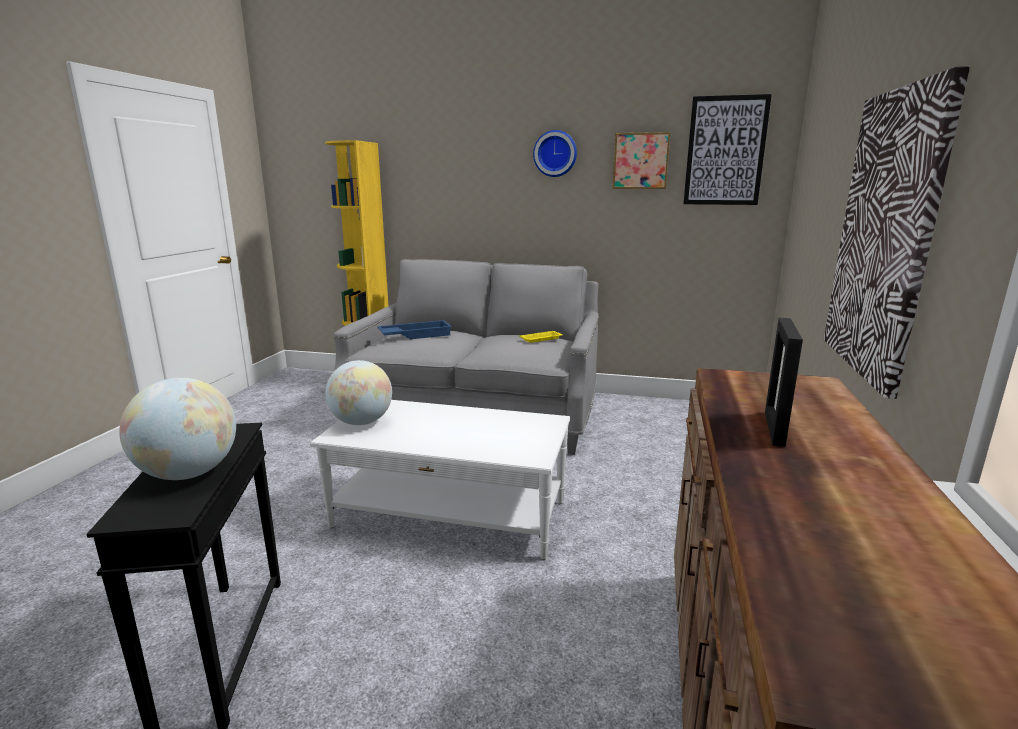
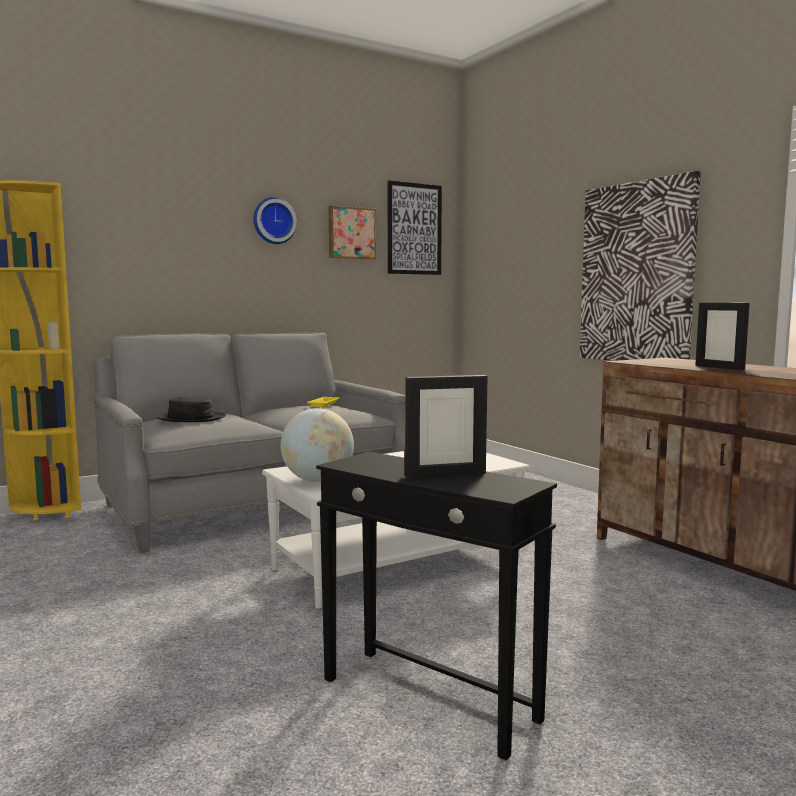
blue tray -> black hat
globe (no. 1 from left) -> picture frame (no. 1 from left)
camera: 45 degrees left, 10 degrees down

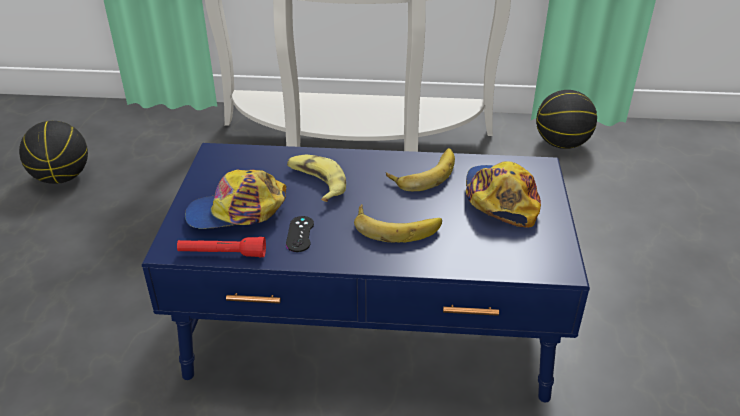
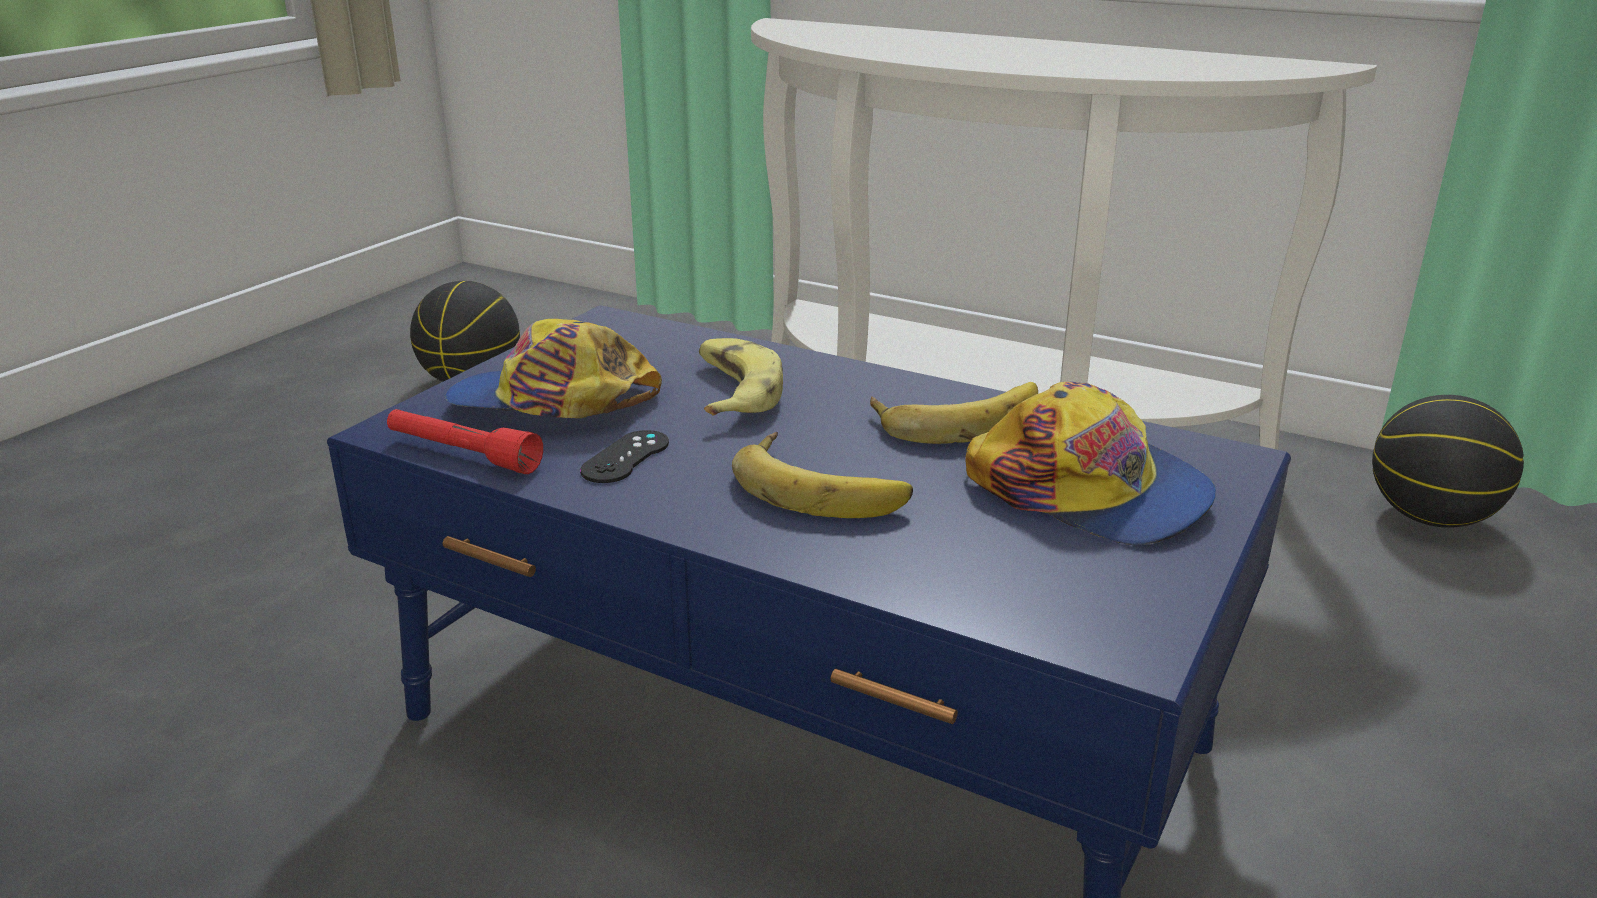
cap (no. 2 from left), 105 degrees clockwise
camera: 25 degrees right, 10 degrees down

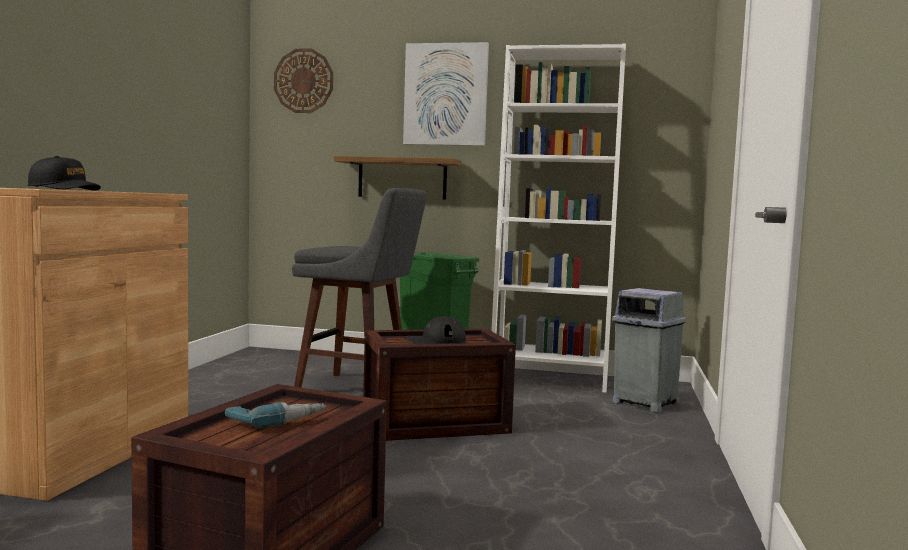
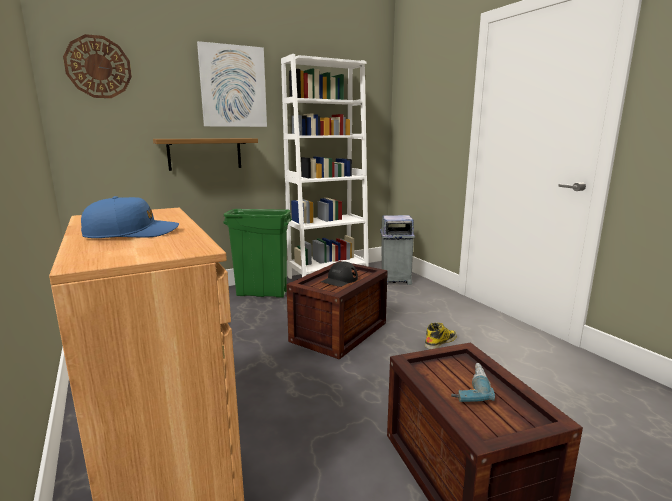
black cap (no. 1 from left) -> blue cap
none -> boot
grey stool -> none
camera: 40 degrees left, 10 degrees up

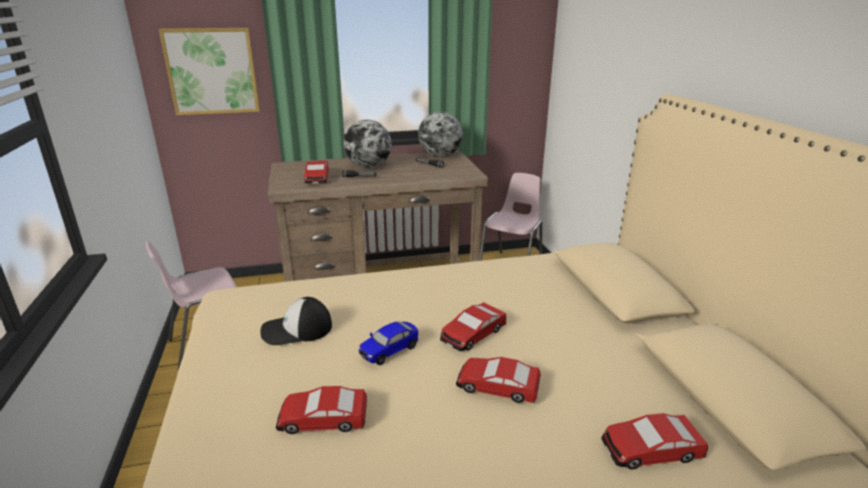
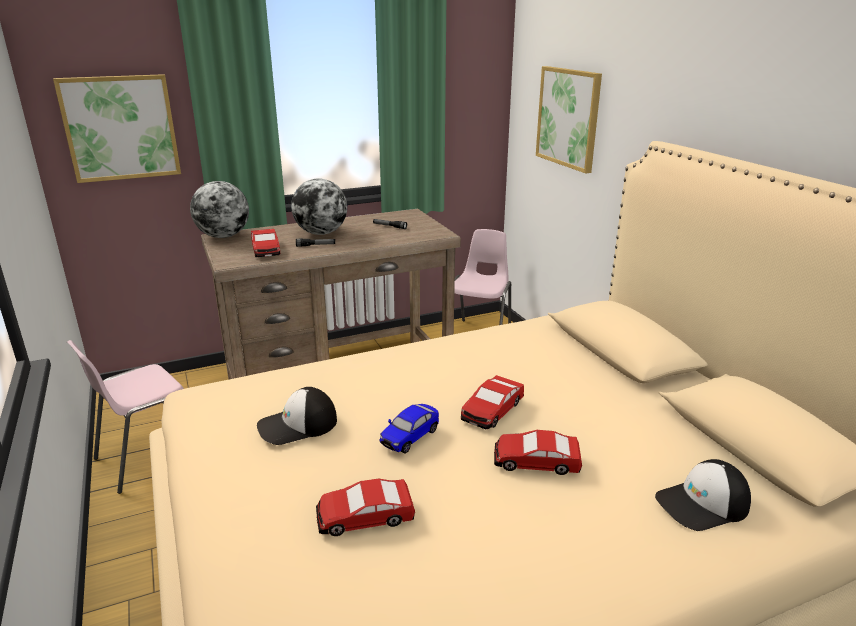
globe (no. 2 from left in the first image) -> globe (no. 1 from left), shifted
none -> picture (no. 2 from left)
toy car (no. 6 from left) -> cap (no. 2 from left)
camera: 10 degrees left, 0 degrees up

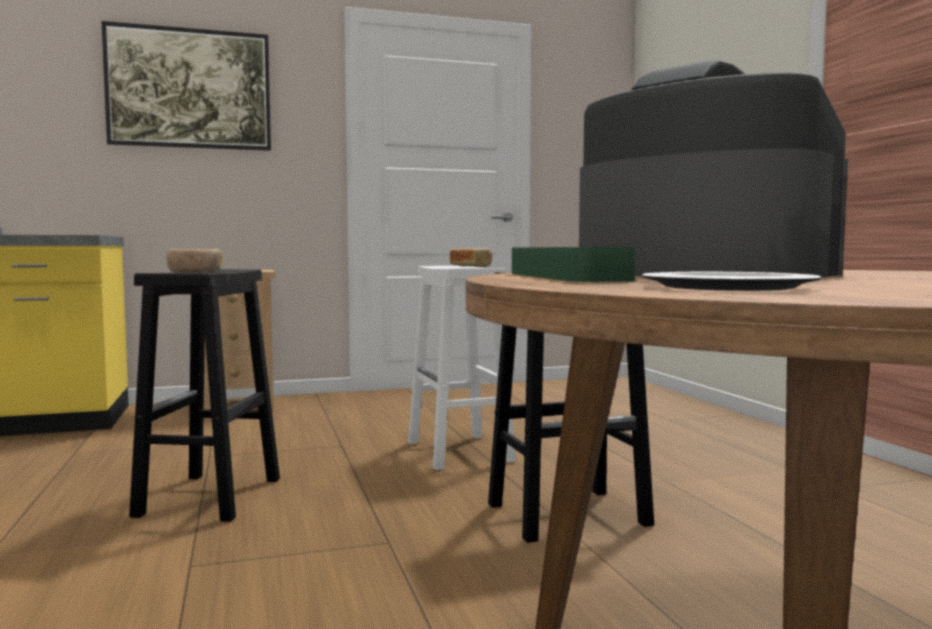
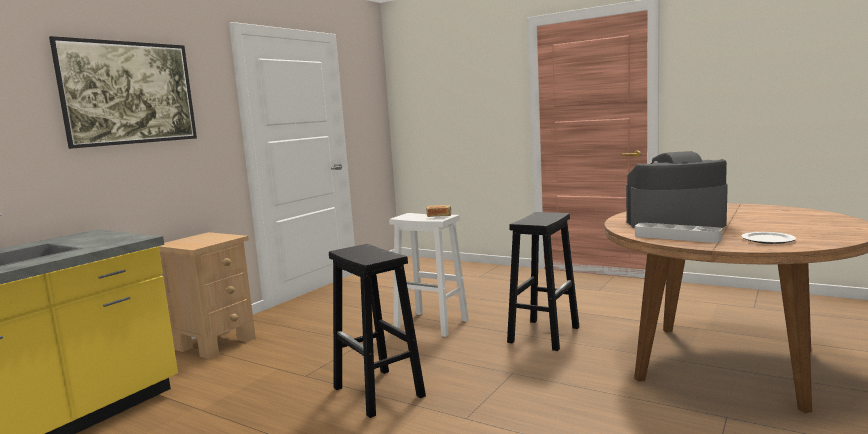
green tray -> grey tray
bread (no. 1 from left) -> none
camera: 40 degrees left, 5 degrees up

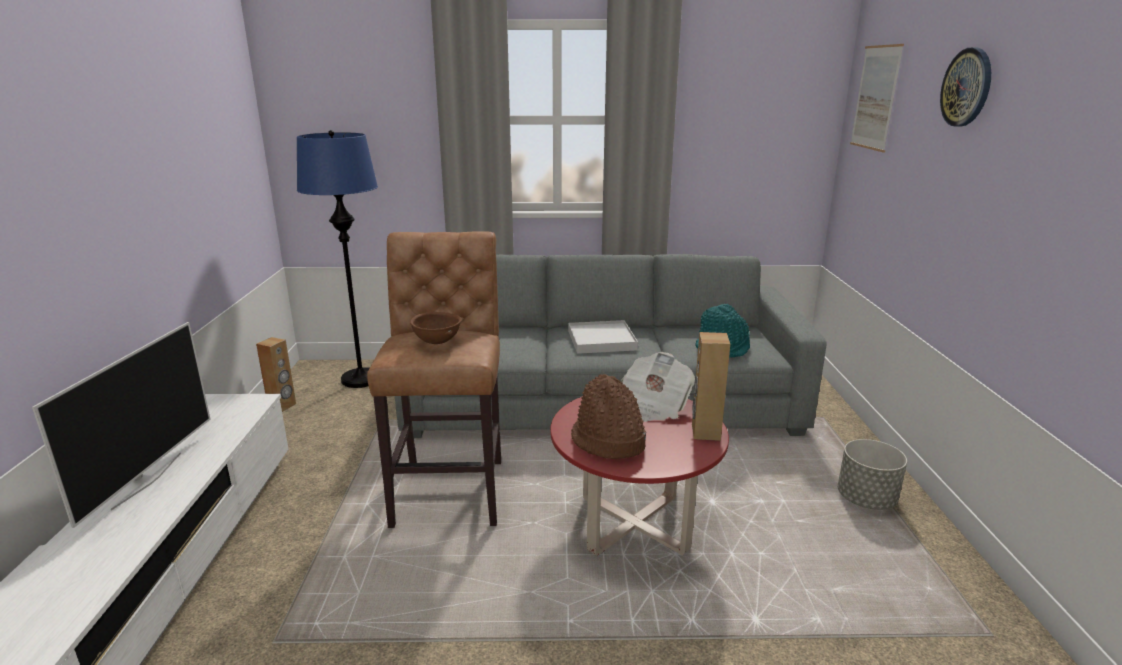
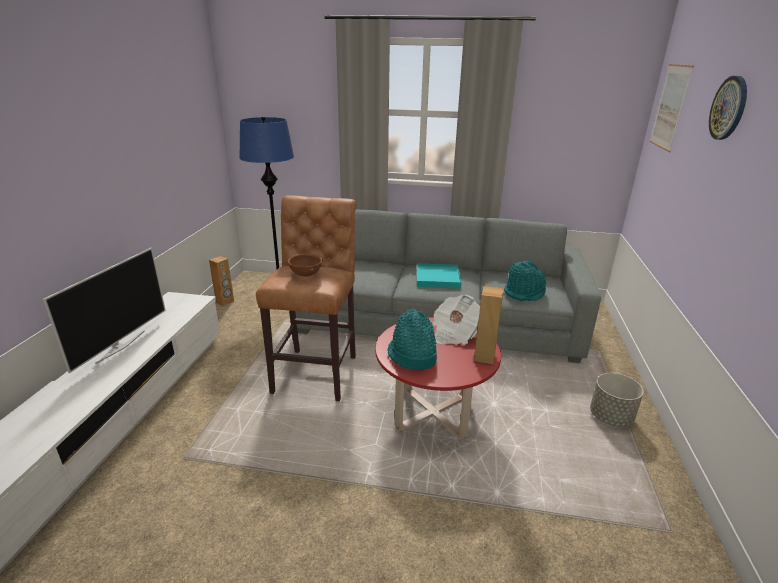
brown hat -> turquoise hat (no. 1 from left)
white tray -> turquoise tray
camera: 10 degrees right, 5 degrees up

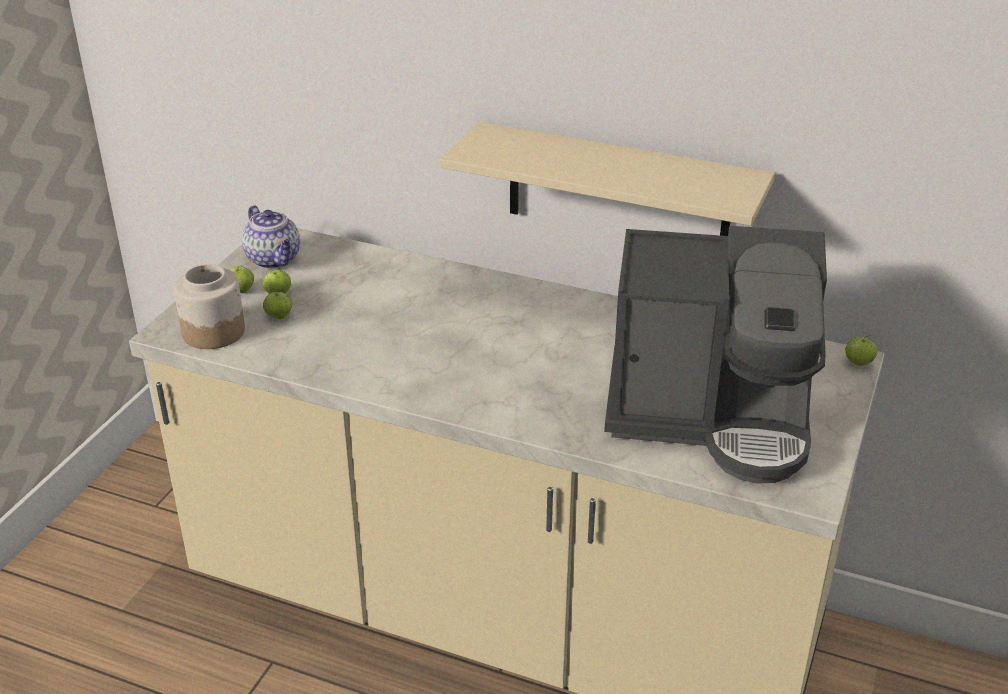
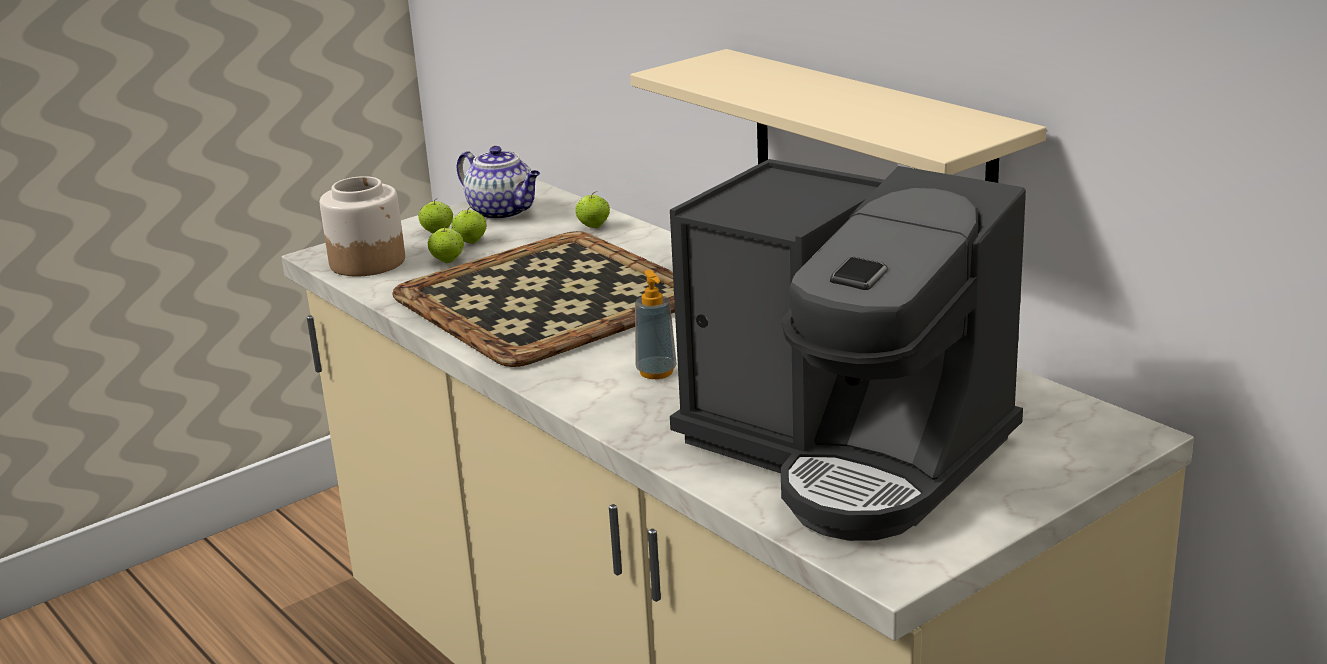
none -> tray
teapot, 45 degrees counterclockwise
apple (no. 4 from left), shifted
none -> soap dispenser
camera: 30 degrees right, 10 degrees down

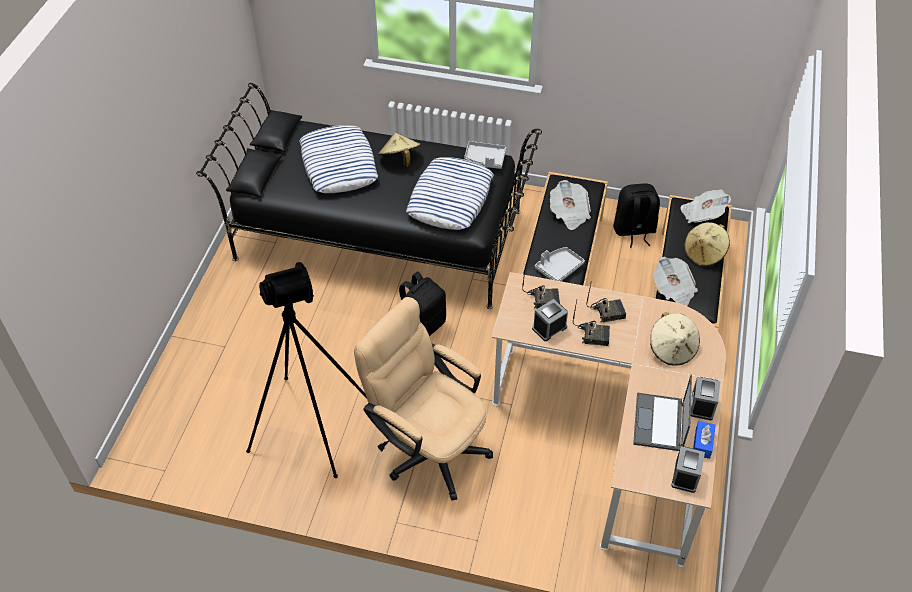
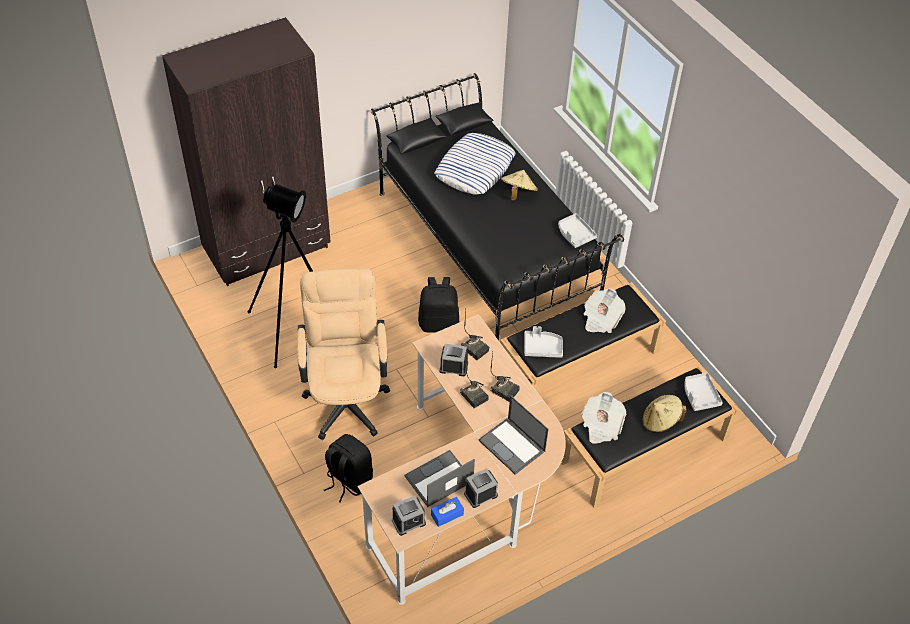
none -> brown wardrobe
black backpack (no. 2 from left in the first image) -> black backpack (no. 1 from left), shifted
beige hat (no. 2 from left) -> laptop (no. 2 from left)
newspaper (no. 3 from left) -> grey tray (no. 3 from left)
pillow (no. 2 from left) -> none
camera: 45 degrees right, 0 degrees up

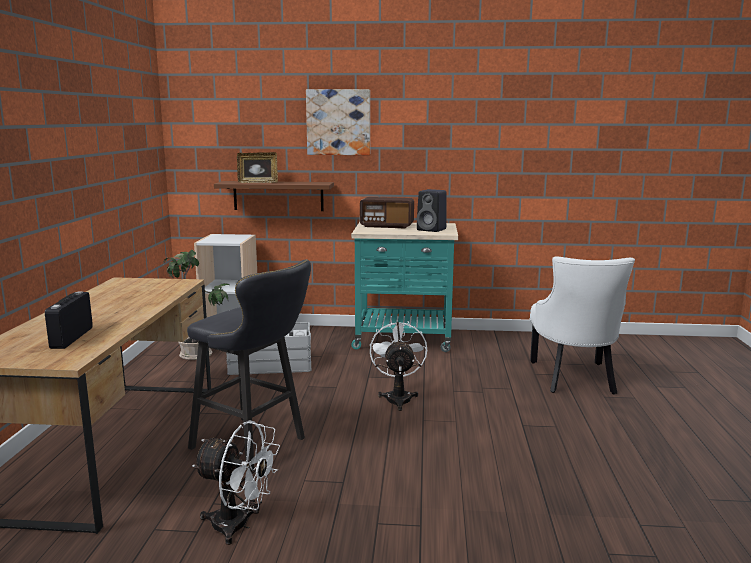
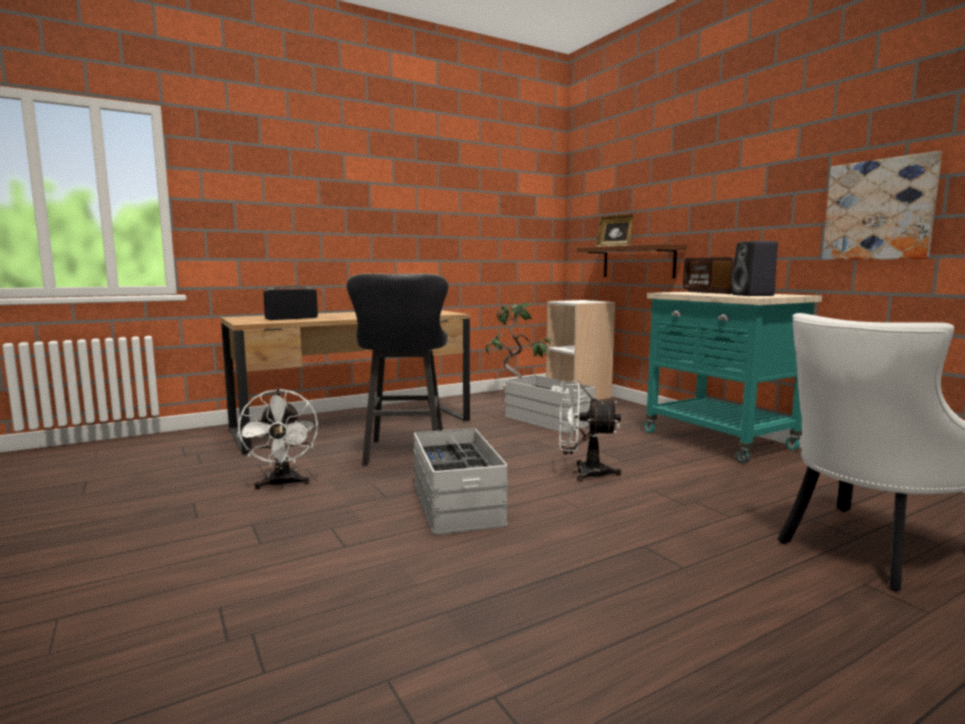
none -> grey storage box (no. 1 from left)
white fan (no. 2 from left), 135 degrees counterclockwise
picture, shifted
camera: 55 degrees right, 5 degrees down

